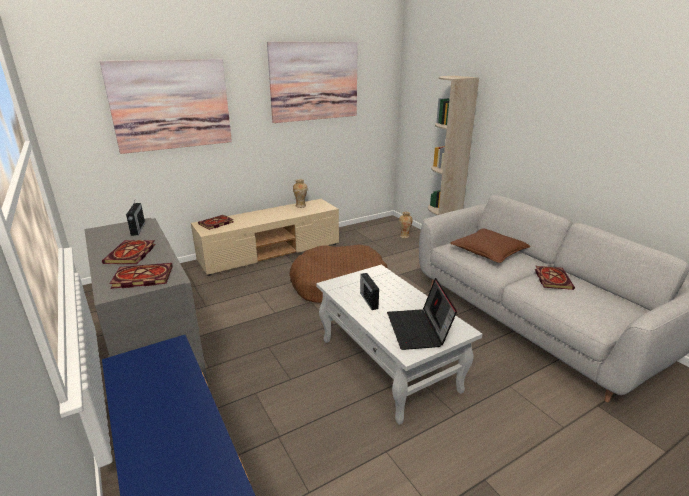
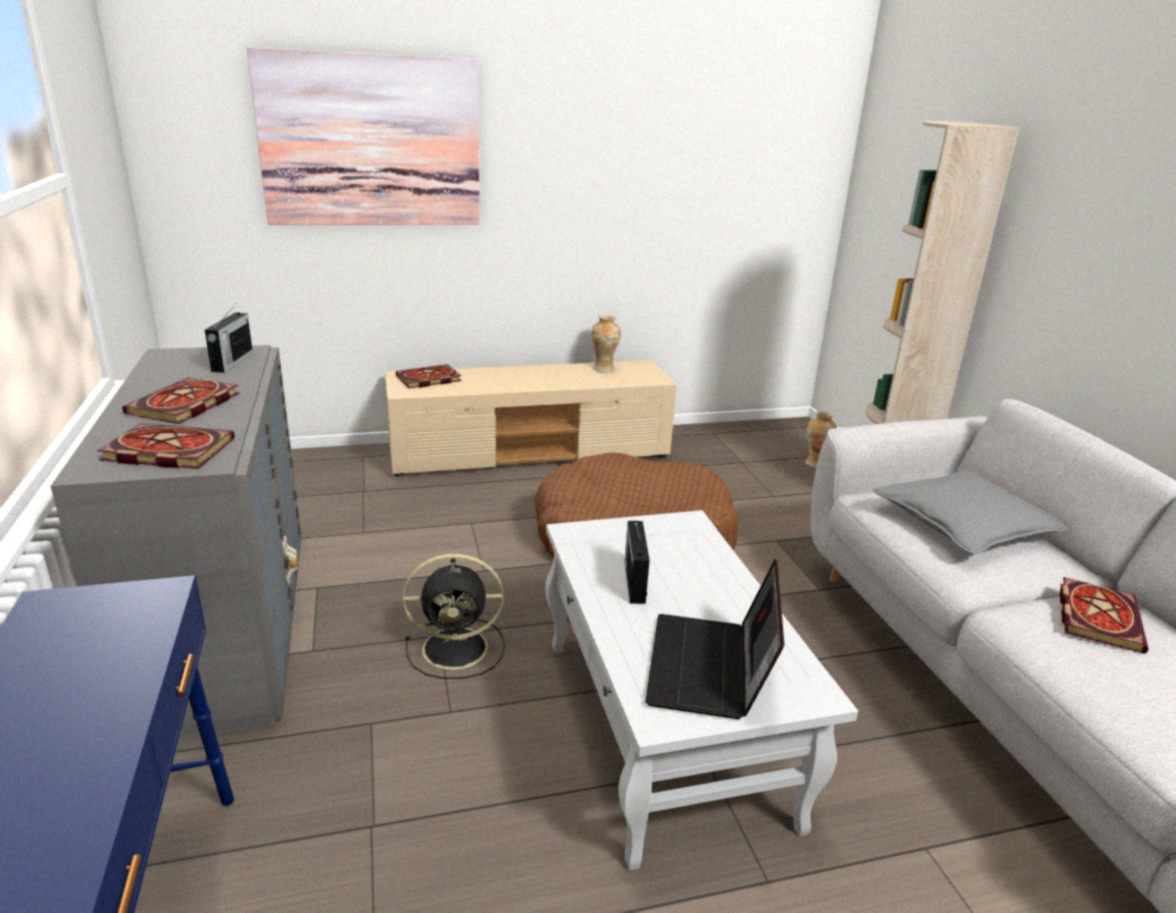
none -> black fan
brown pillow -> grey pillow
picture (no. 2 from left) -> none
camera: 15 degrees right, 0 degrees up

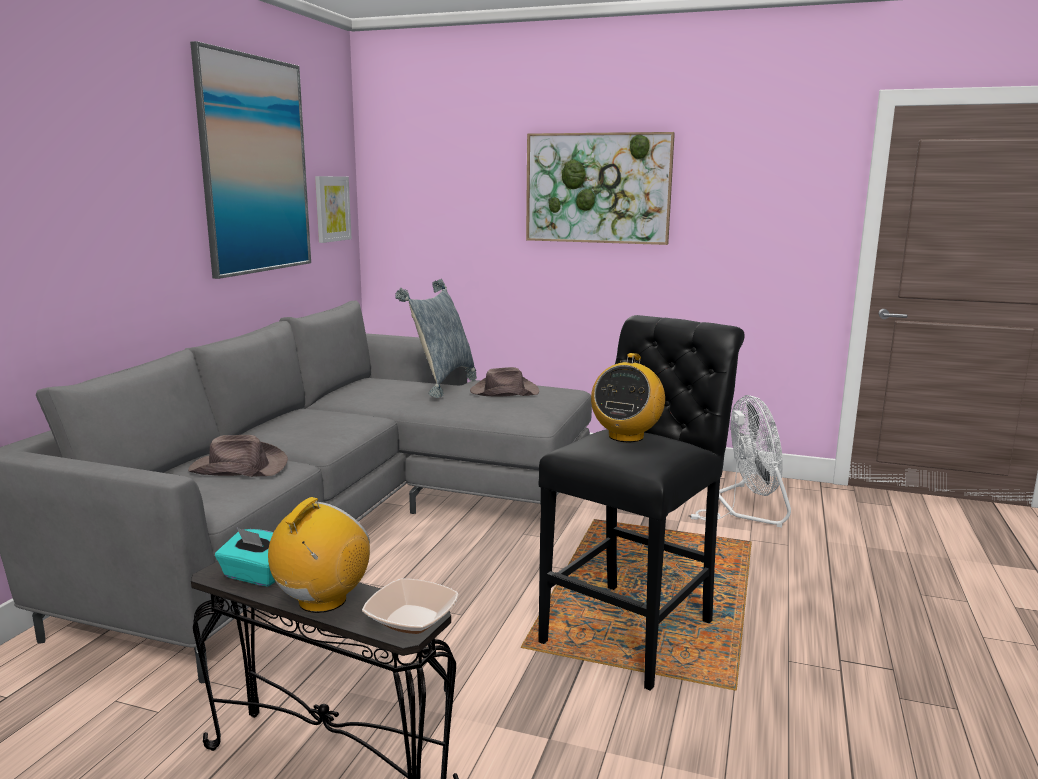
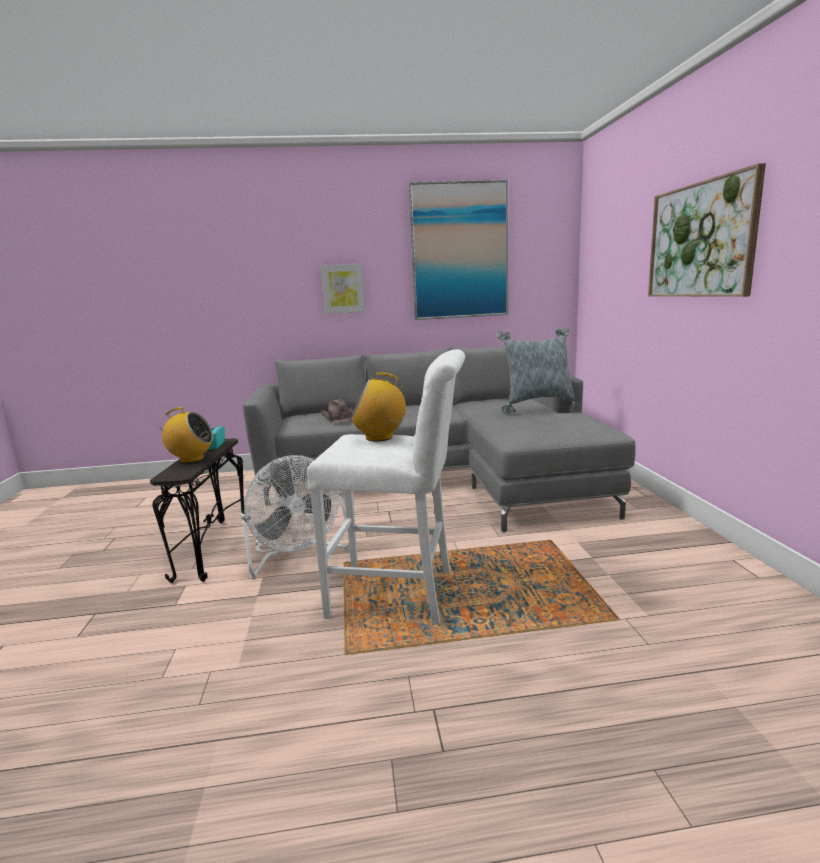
white fan, shifted
black stool -> white stool
picture (no. 2 from left in the first image) -> picture (no. 1 from left), shifted
bowl -> none
brown hat (no. 2 from left) -> none
camera: 65 degrees right, 0 degrees up

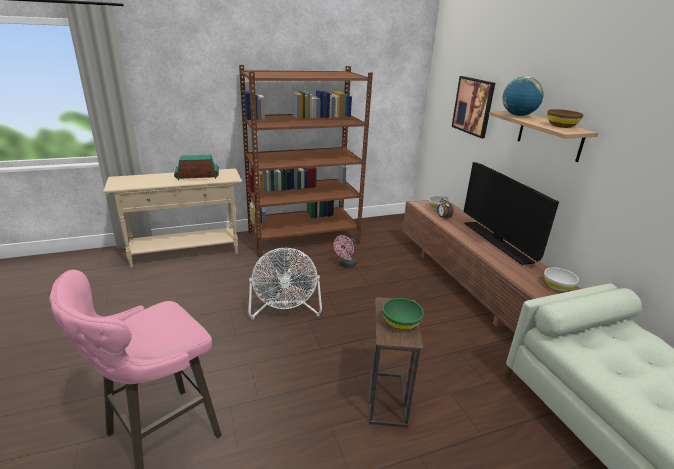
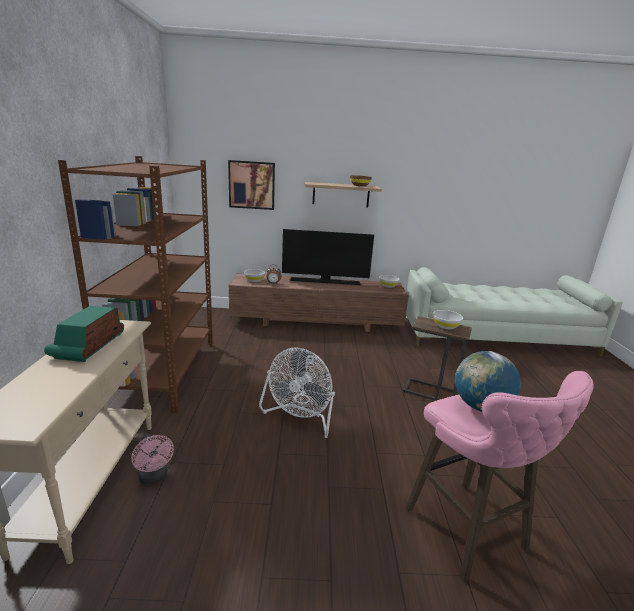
pink fan, shifted
white fan, 105 degrees clockwise
green bowl -> white bowl (no. 3 from left)
globe, shifted
camera: 70 degrees left, 5 degrees down

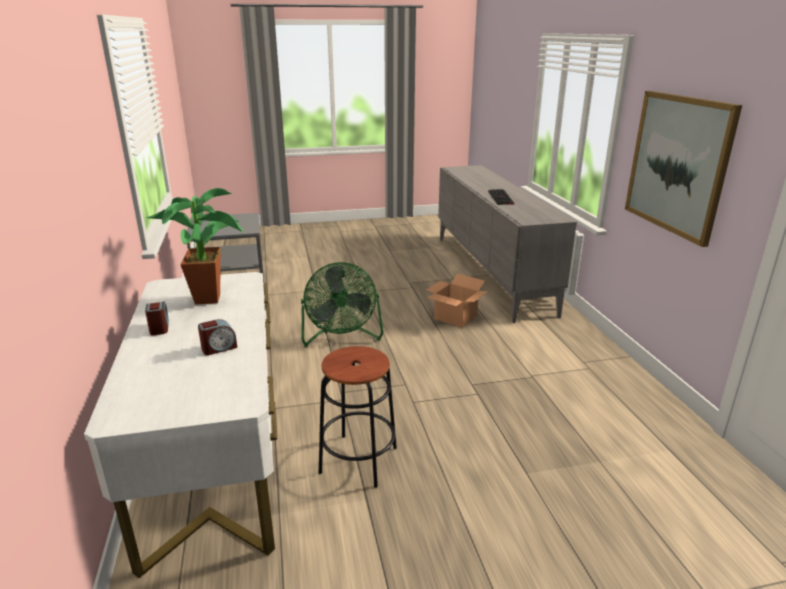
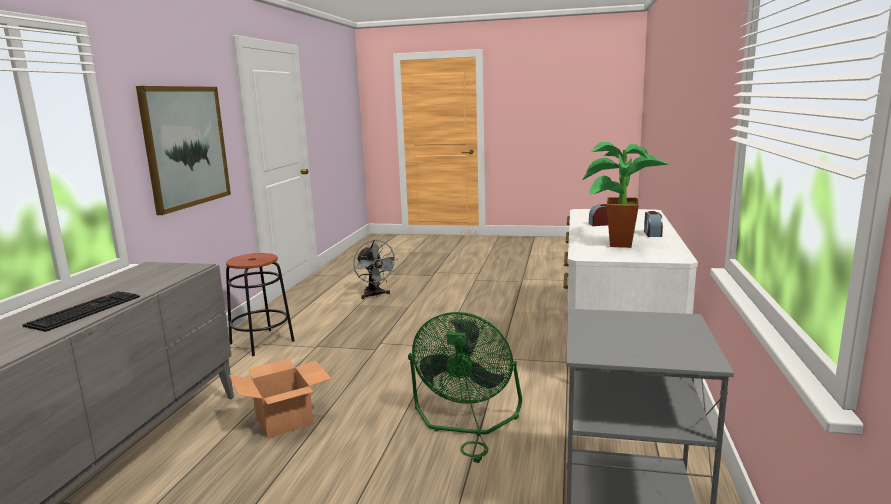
black stool, shifted
none -> grey fan
camera: 155 degrees left, 10 degrees down

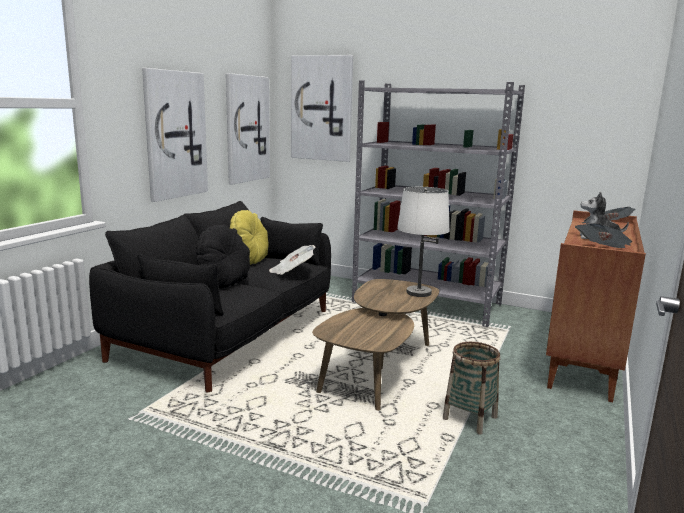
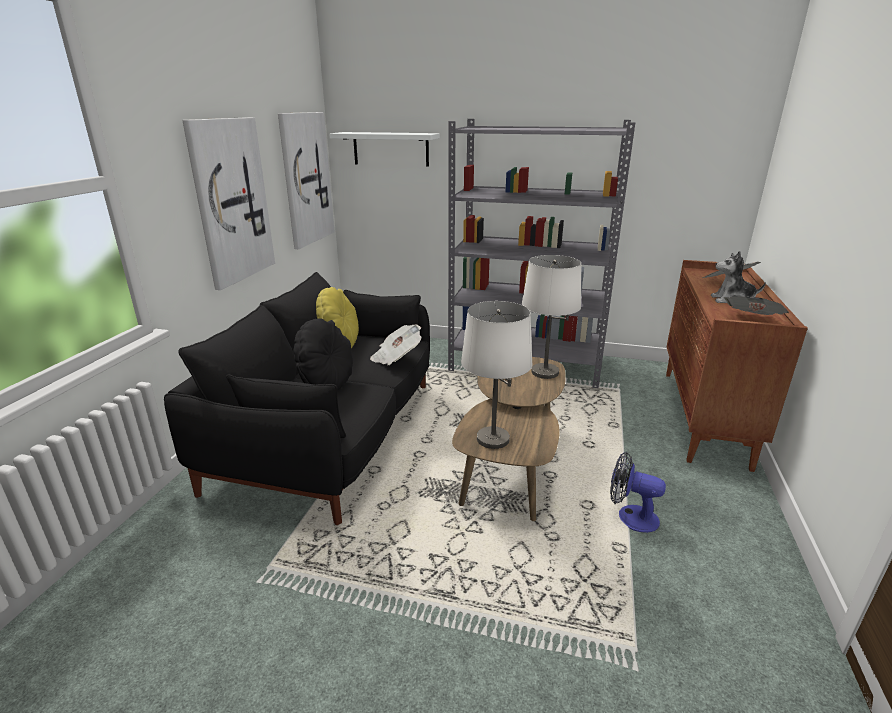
picture (no. 3 from left) -> white shelf
none -> white table lamp (no. 1 from left)
basket -> fan
camera: 10 degrees left, 10 degrees up

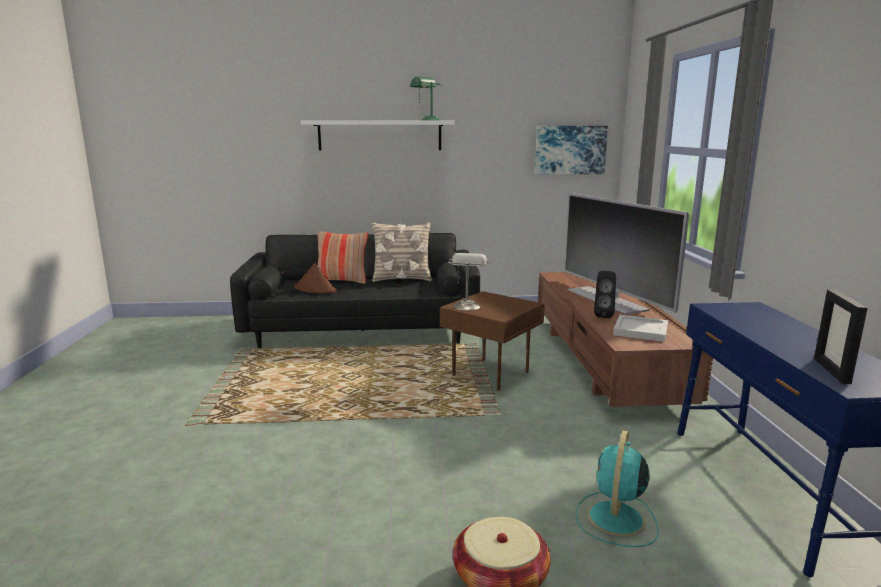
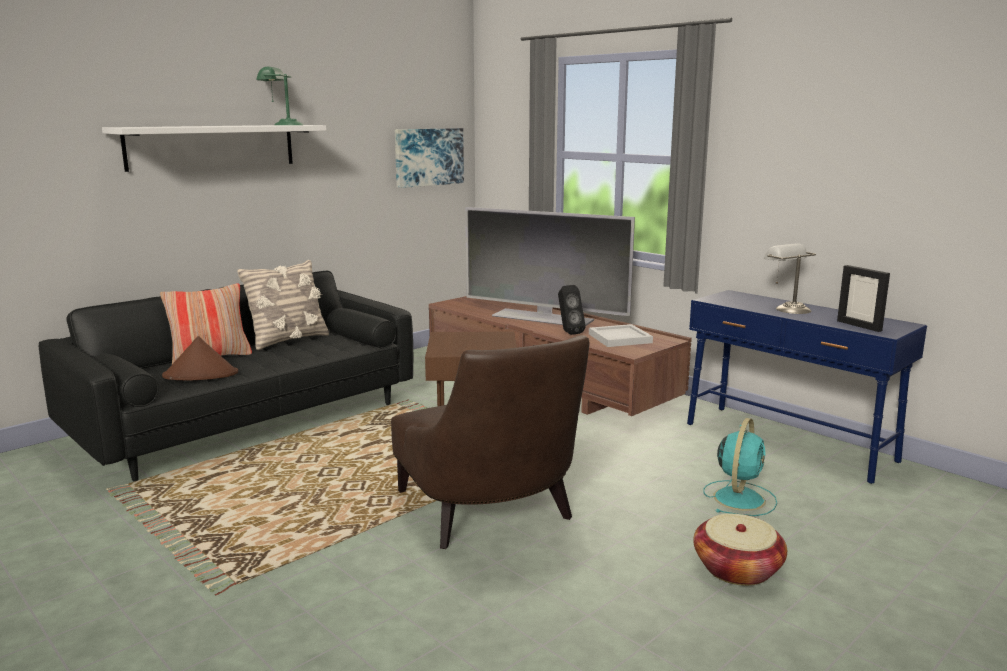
none -> brown armchair
turquoise fan, 135 degrees counterclockwise
white table lamp, shifted
camera: 40 degrees left, 0 degrees up

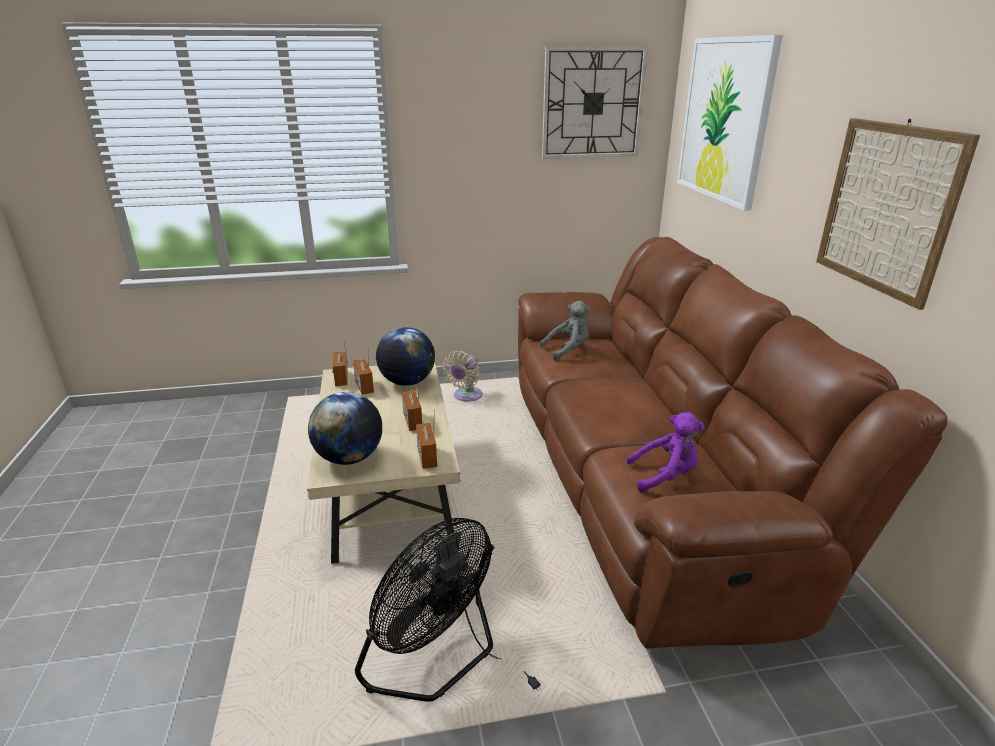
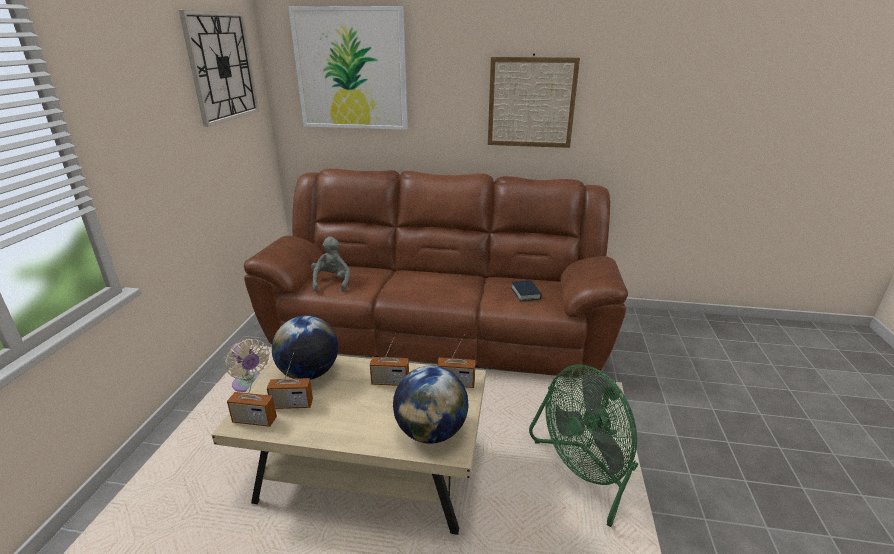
purple plush toy -> book
black fan -> green fan
camera: 70 degrees left, 0 degrees up

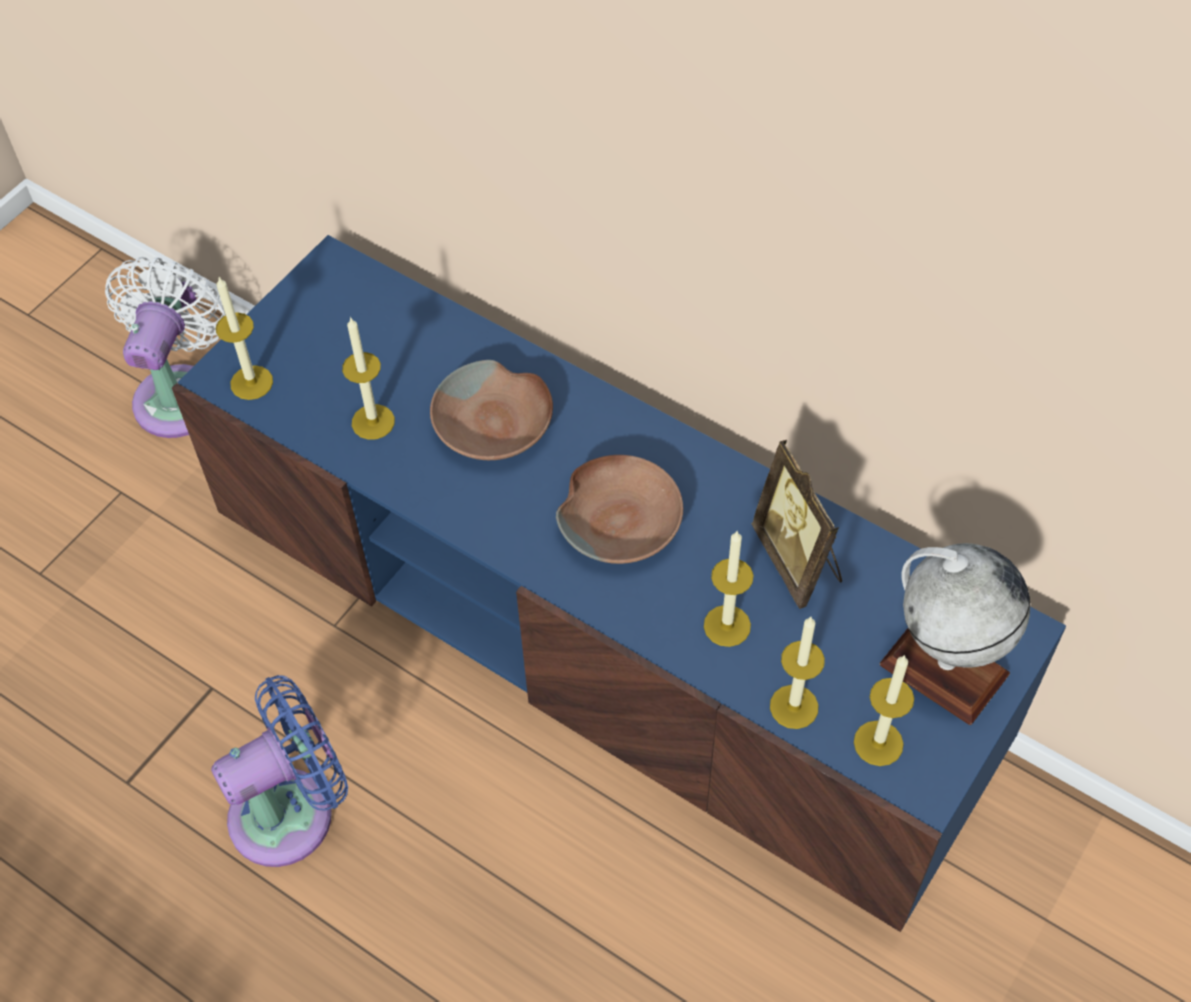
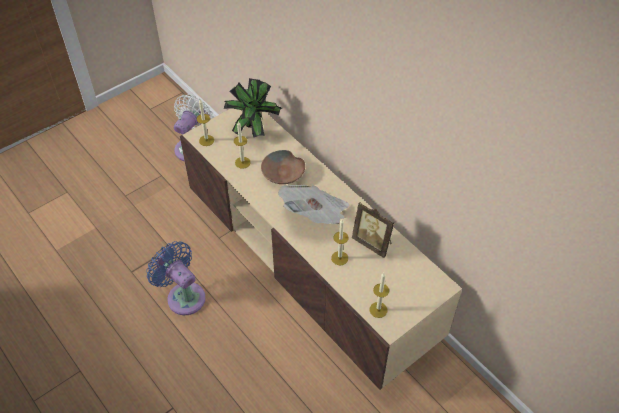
blue fan, 120 degrees counterclockwise
blue tv stand -> beige tv stand
none -> potted plant
brown bowl (no. 2 from left) -> newspaper
picture frame, 45 degrees counterclockwise
candle (no. 4 from left) -> none
globe -> none
camera: 15 degrees right, 5 degrees down

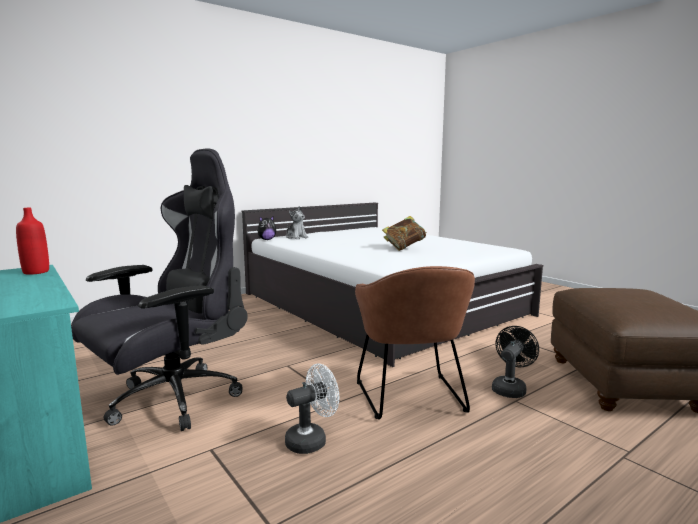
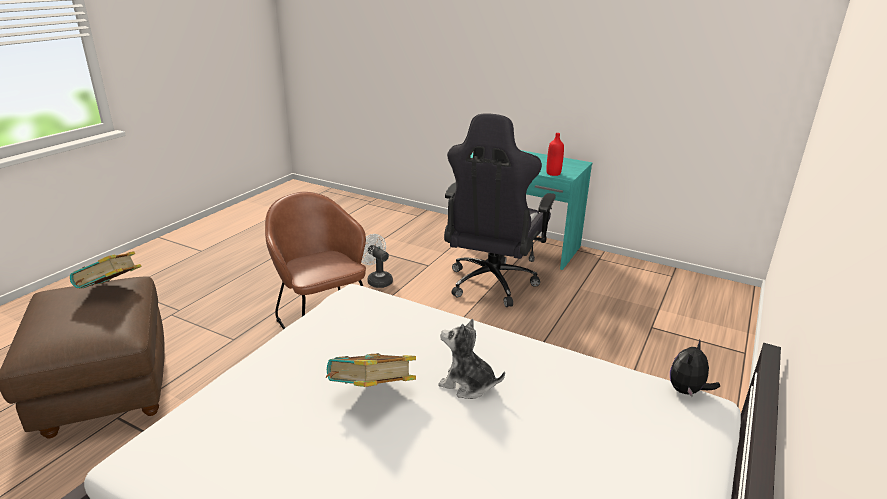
none -> book (no. 1 from left)
white fan, 105 degrees clockwise
plush toy (no. 2 from left in the first image) -> plush toy (no. 1 from left), shifted
black fan -> none
camera: 155 degrees right, 15 degrees up

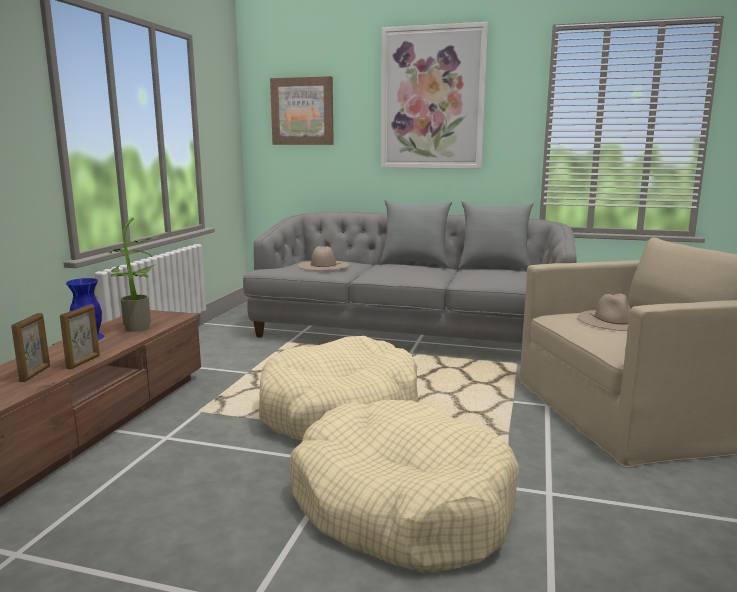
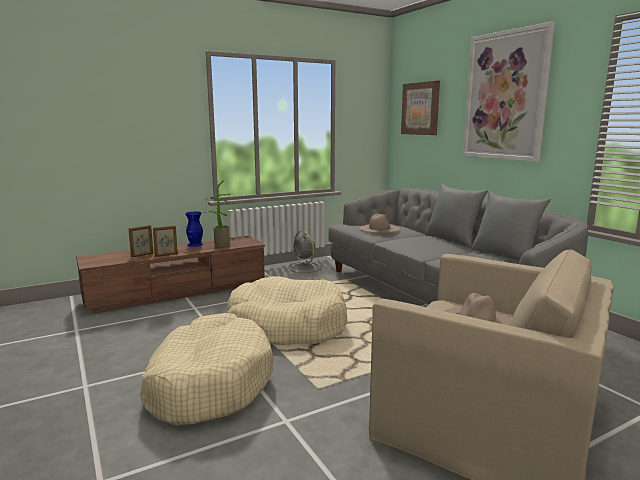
none -> grey fan
camera: 45 degrees right, 0 degrees up

